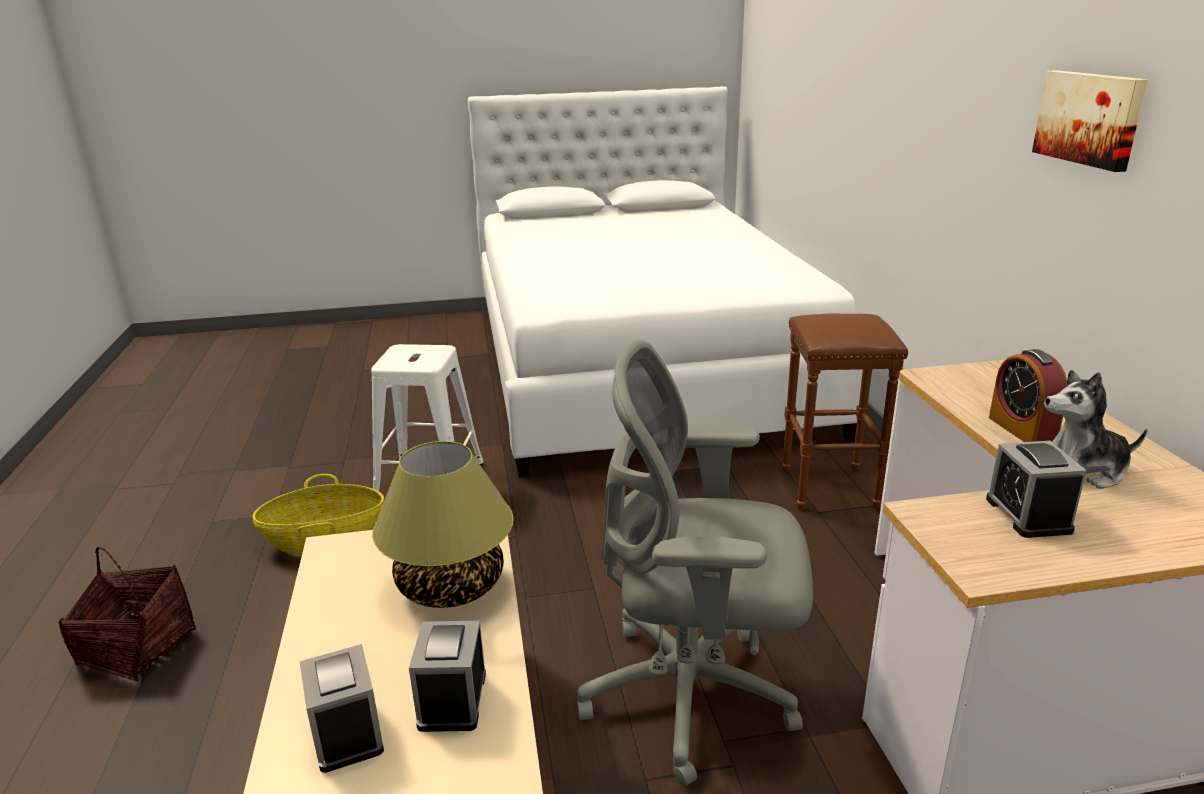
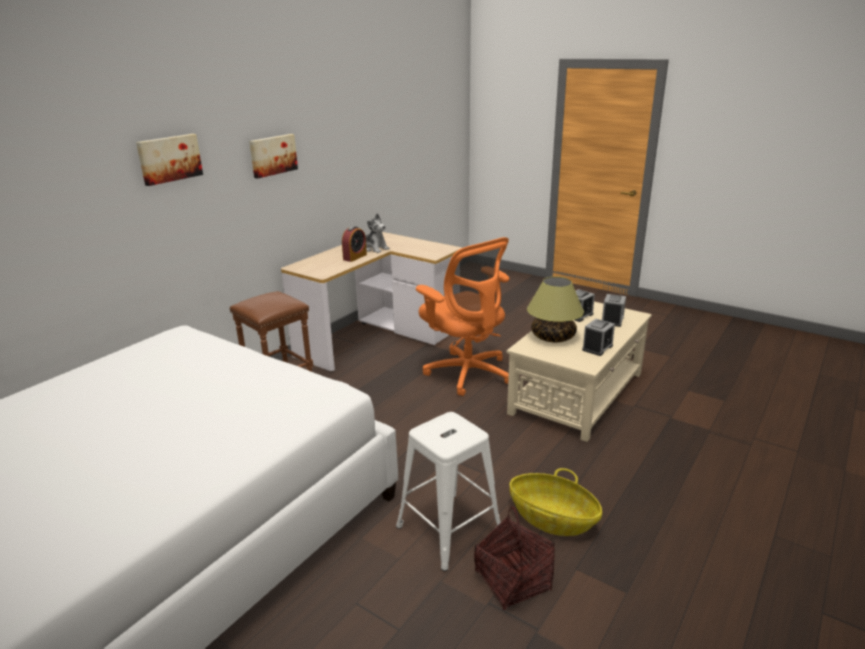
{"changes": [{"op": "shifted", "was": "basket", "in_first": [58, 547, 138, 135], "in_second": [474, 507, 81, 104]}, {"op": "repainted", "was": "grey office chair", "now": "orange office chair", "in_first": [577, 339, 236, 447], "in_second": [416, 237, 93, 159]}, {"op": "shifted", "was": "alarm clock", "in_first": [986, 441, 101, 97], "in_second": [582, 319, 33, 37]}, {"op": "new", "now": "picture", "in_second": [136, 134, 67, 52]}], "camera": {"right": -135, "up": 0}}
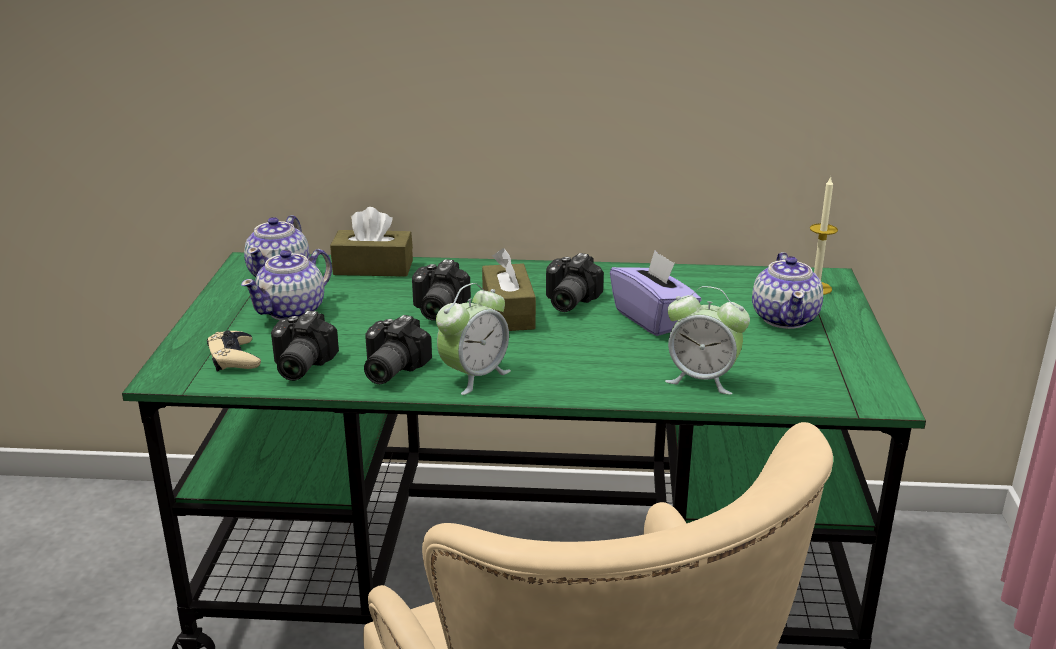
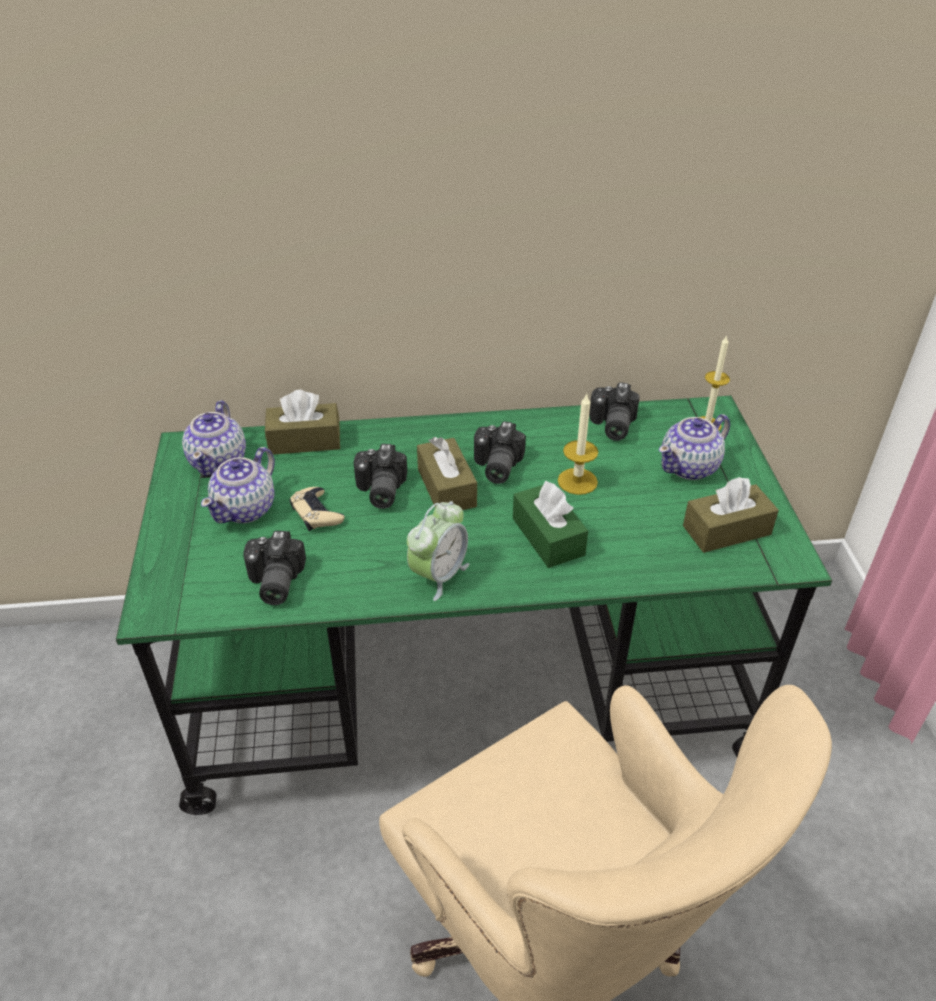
{"changes": [{"op": "shifted", "was": "beige game controller", "in_first": [207, 330, 54, 41], "in_second": [290, 487, 55, 44]}, {"op": "shifted", "was": "photo camera", "in_first": [364, 315, 68, 69], "in_second": [589, 382, 51, 59]}, {"op": "swapped", "was": "purple tissue box", "now": "candle", "in_first": [610, 250, 91, 86], "in_second": [558, 393, 40, 102]}, {"op": "gone", "was": "alarm clock", "in_first": [665, 286, 85, 109]}, {"op": "rotated", "was": "teapot", "in_first": [752, 252, 71, 77], "in_second": [659, 414, 71, 66], "clockwise": 60}, {"op": "new", "now": "green tissue box", "in_second": [513, 481, 75, 87]}, {"op": "new", "now": "brown tissue box", "in_second": [683, 477, 96, 76]}], "camera": {"right": -10, "up": 15}}
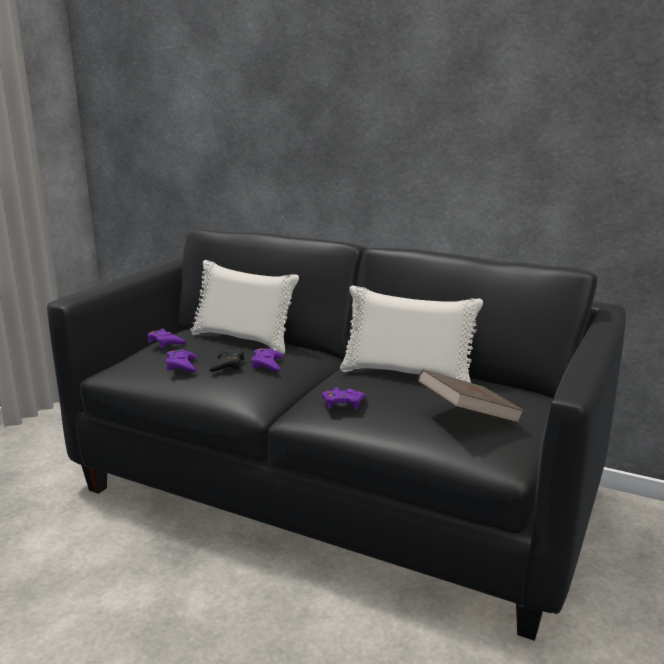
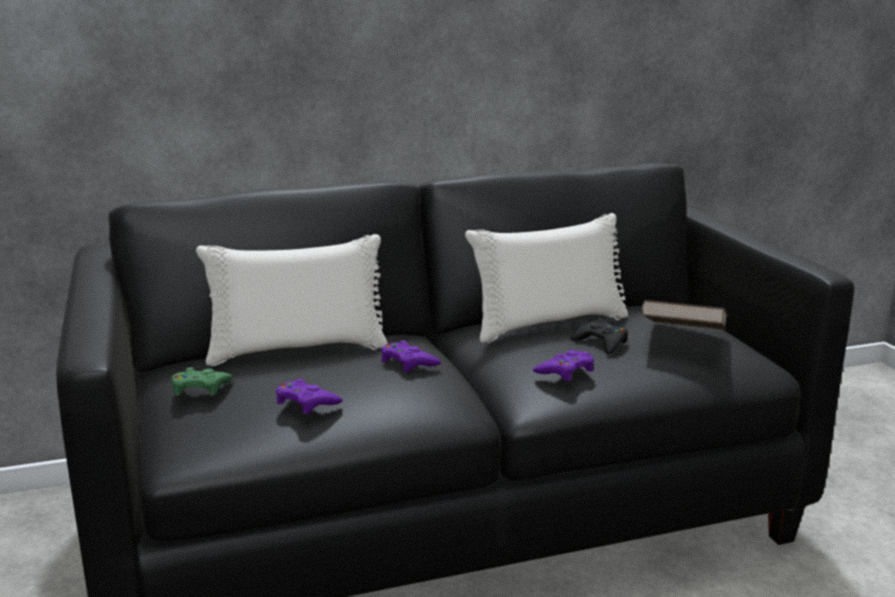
{"changes": [{"op": "repainted", "was": "purple game controller", "now": "green game controller", "in_first": [148, 329, 38, 19], "in_second": [172, 367, 61, 29]}, {"op": "shifted", "was": "black game controller", "in_first": [209, 348, 35, 24], "in_second": [571, 318, 57, 36]}], "camera": {"right": -45, "up": 0}}
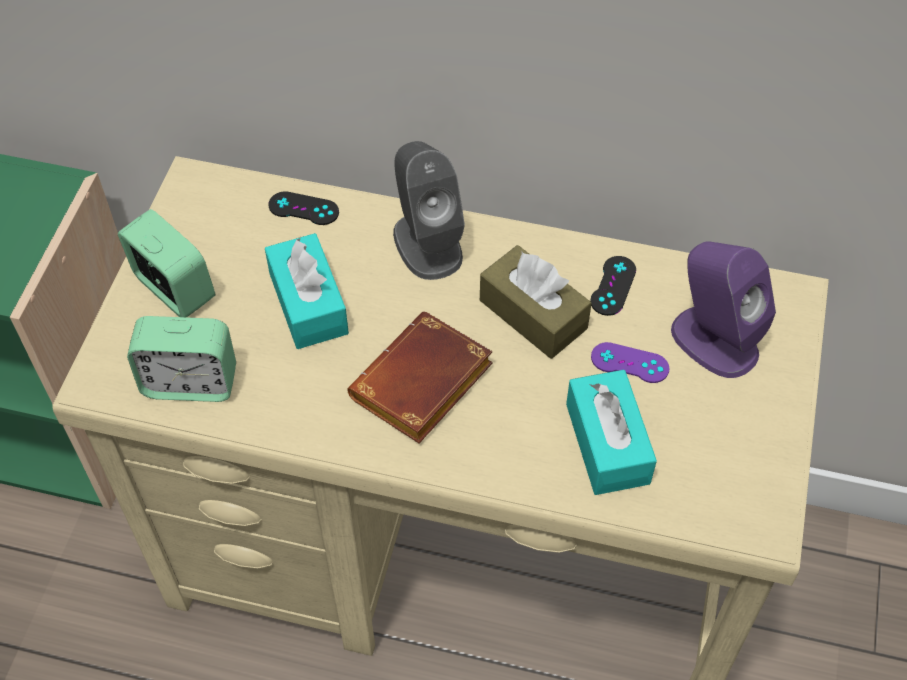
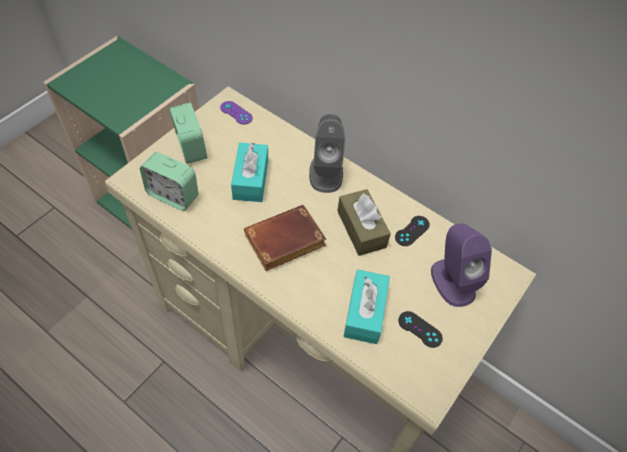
{"changes": [{"op": "shifted", "was": "black game controller", "in_first": [268, 191, 71, 34], "in_second": [398, 311, 45, 37]}, {"op": "shifted", "was": "purple game controller", "in_first": [591, 342, 78, 41], "in_second": [220, 101, 33, 24]}], "camera": {"right": 20, "up": 0}}
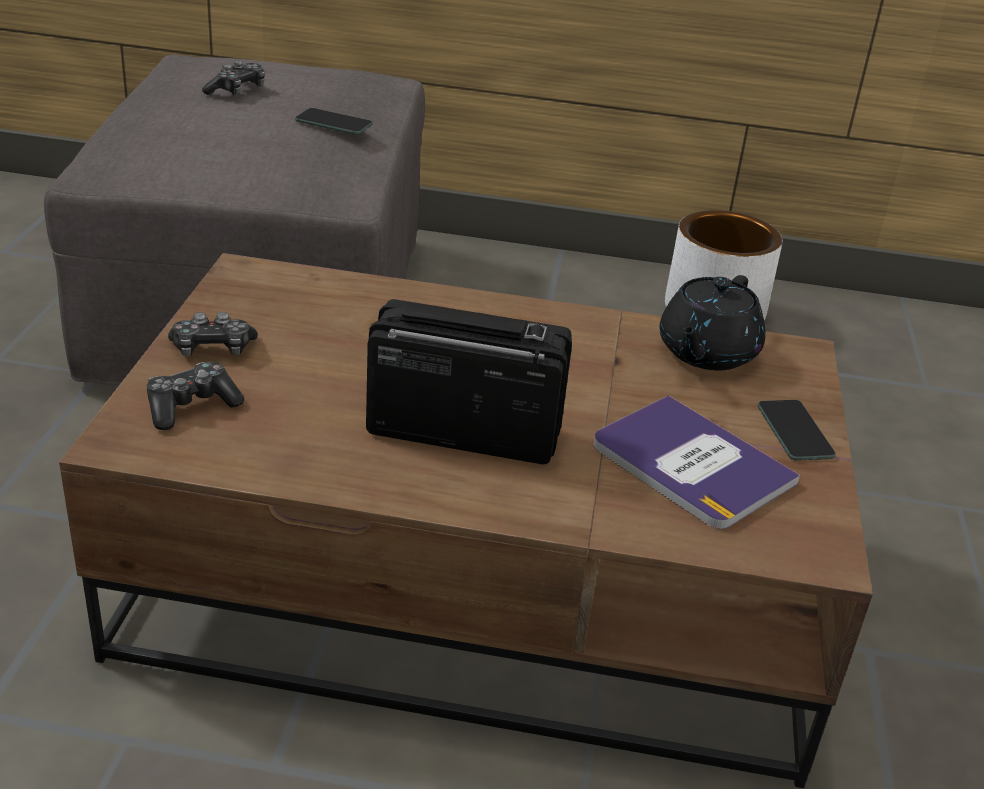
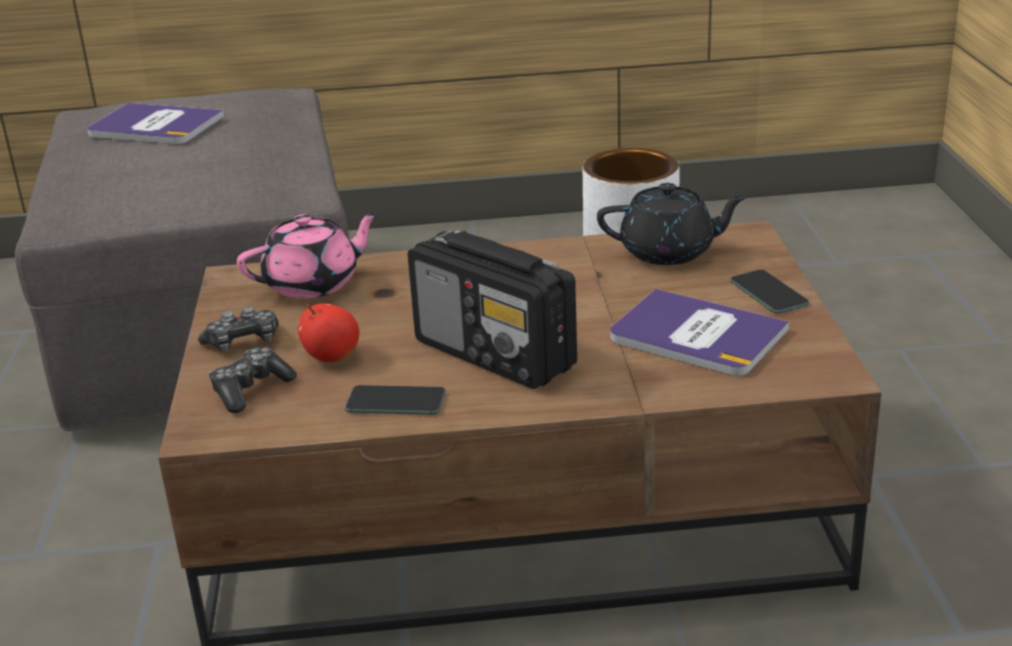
{"changes": [{"op": "swapped", "was": "game controller", "now": "book", "in_first": [202, 61, 63, 35], "in_second": [87, 103, 137, 41]}, {"op": "shifted", "was": "phone", "in_first": [295, 108, 78, 27], "in_second": [345, 385, 101, 30]}, {"op": "rotated", "was": "radio", "in_first": [366, 299, 206, 165], "in_second": [408, 230, 169, 159], "clockwise": -135}, {"op": "rotated", "was": "black teapot", "in_first": [659, 275, 106, 95], "in_second": [597, 183, 152, 82], "clockwise": -105}, {"op": "new", "now": "pink teapot", "in_second": [237, 212, 143, 87]}, {"op": "new", "now": "apple", "in_second": [298, 304, 61, 58]}], "camera": {"right": -10, "up": -5}}
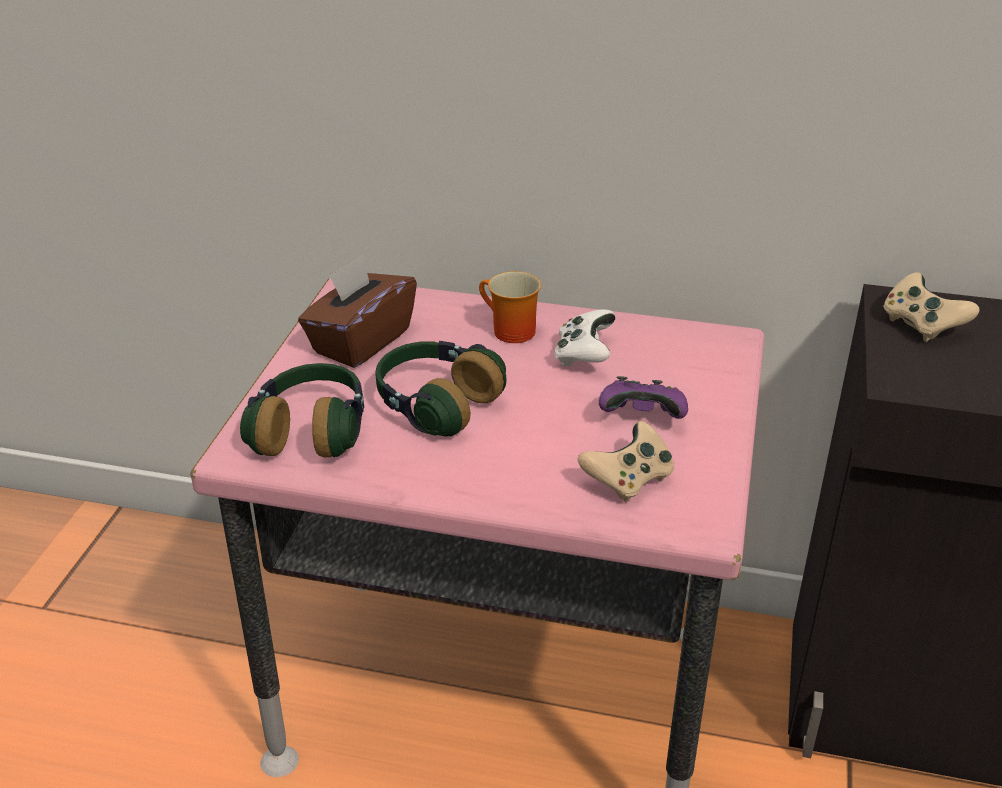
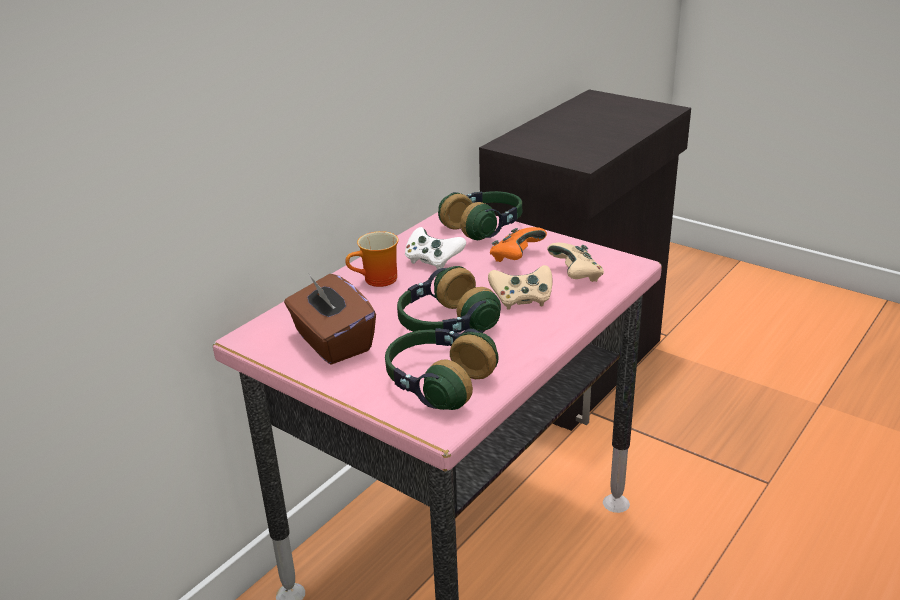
{"changes": [{"op": "repainted", "was": "purple game controller", "now": "orange game controller", "in_first": [599, 376, 89, 43], "in_second": [490, 227, 57, 35]}, {"op": "shifted", "was": "beige game controller", "in_first": [883, 272, 97, 70], "in_second": [488, 265, 64, 45]}, {"op": "new", "now": "headphones", "in_second": [438, 191, 84, 49]}], "camera": {"right": -65, "up": -5}}
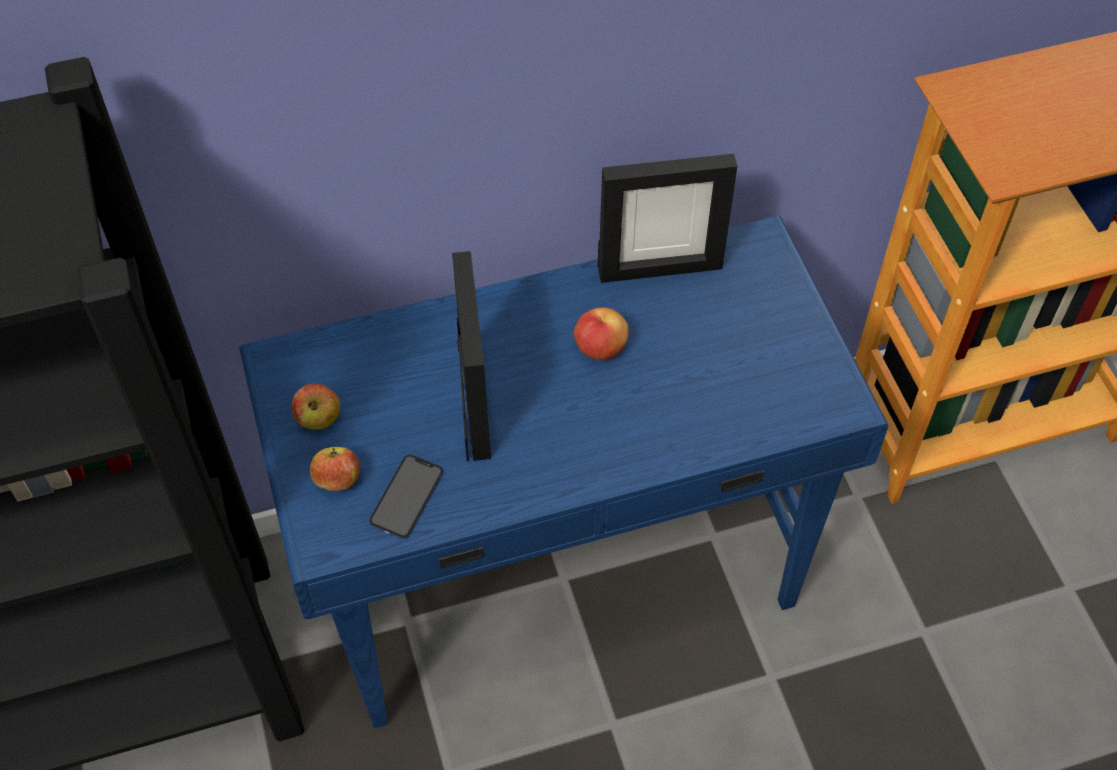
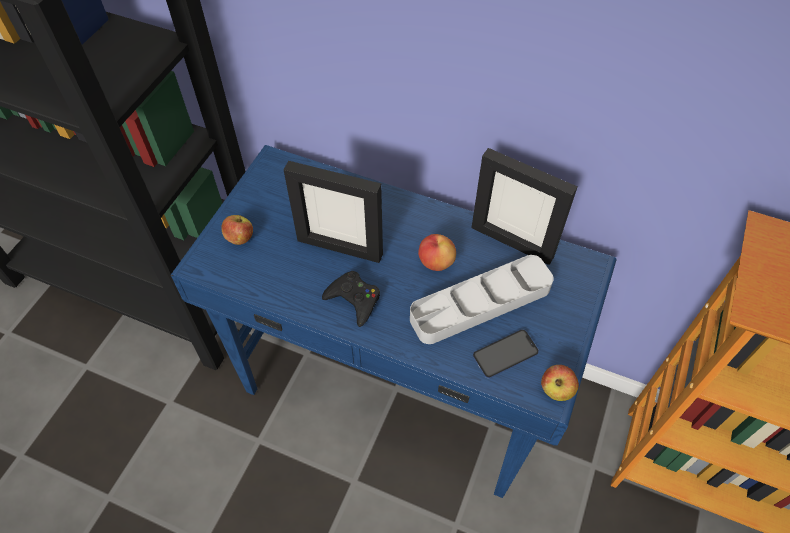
{"changes": [{"op": "shifted", "was": "apple", "in_first": [292, 383, 48, 47], "in_second": [541, 365, 38, 36]}, {"op": "shifted", "was": "phone", "in_first": [369, 454, 74, 85], "in_second": [473, 329, 66, 49]}, {"op": "rotated", "was": "picture frame", "in_first": [452, 251, 39, 211], "in_second": [284, 161, 99, 102], "clockwise": 75}, {"op": "new", "now": "black game controller", "in_second": [322, 271, 58, 56]}, {"op": "new", "now": "grey tray", "in_second": [410, 255, 144, 89]}], "camera": {"right": 40, "up": 0}}
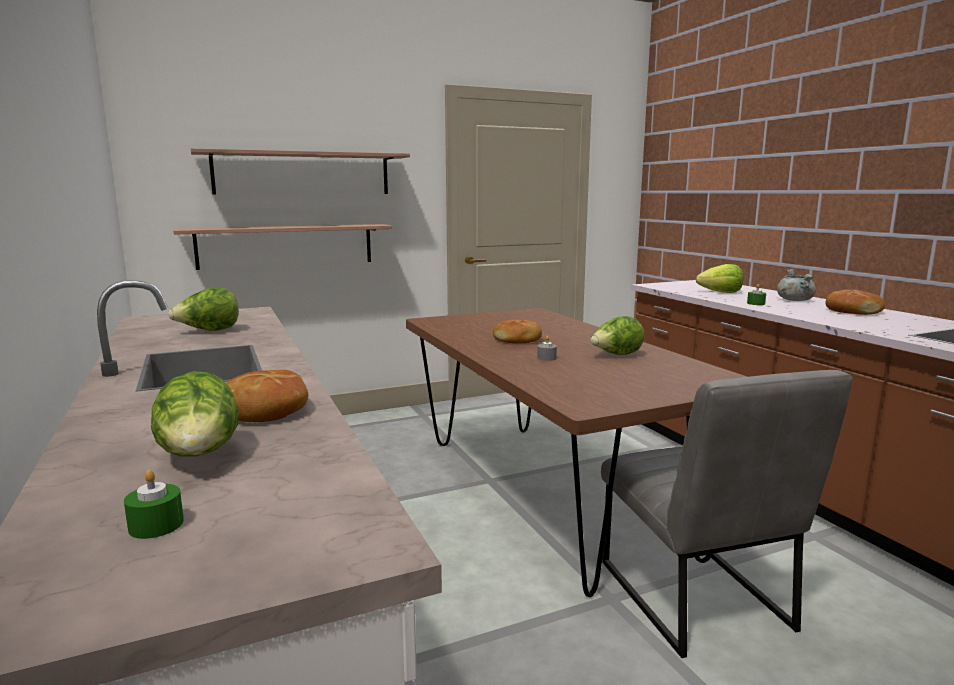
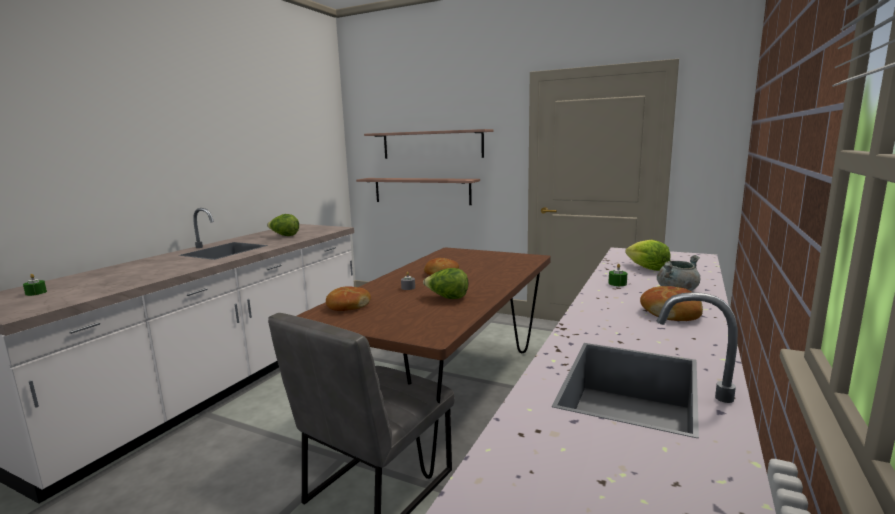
{"changes": [{"op": "gone", "was": "lettuce", "in_first": [151, 372, 88, 85]}, {"op": "shifted", "was": "bread", "in_first": [226, 369, 82, 53], "in_second": [326, 286, 45, 25]}], "camera": {"right": 50, "up": 0}}
